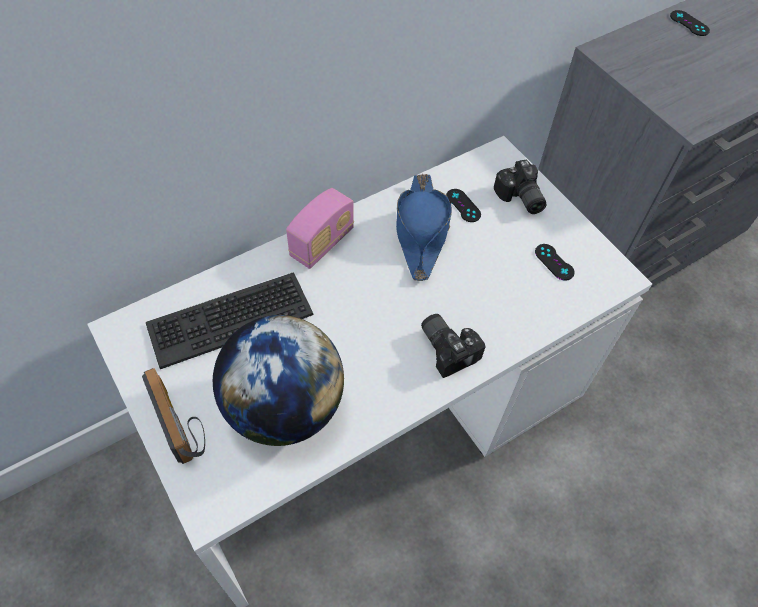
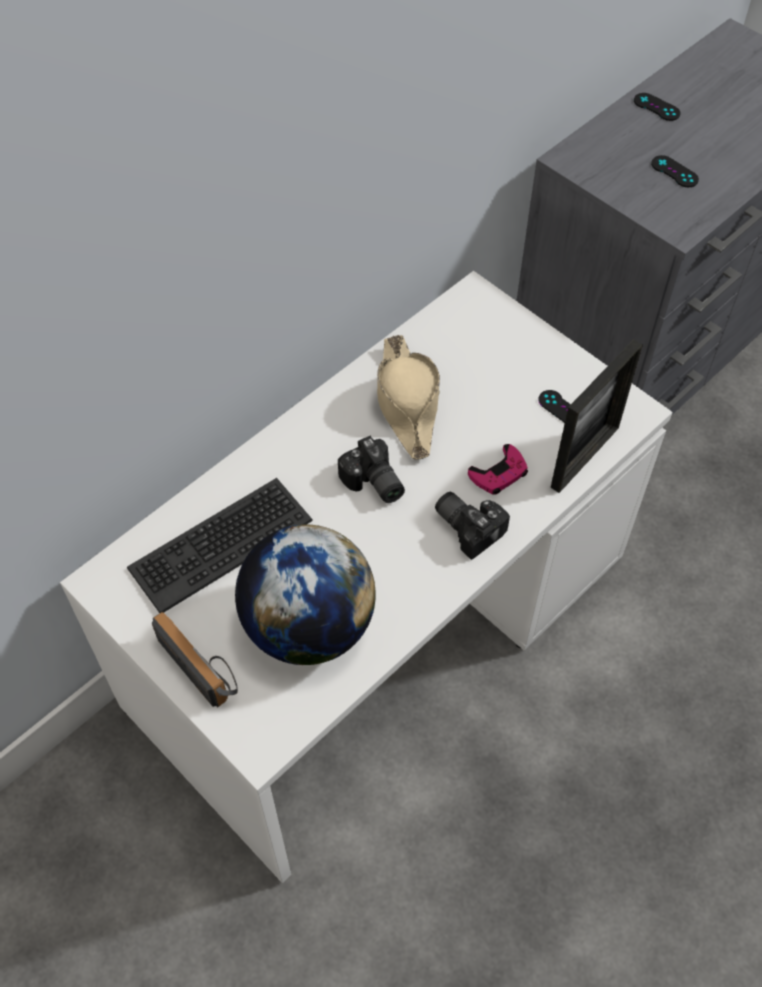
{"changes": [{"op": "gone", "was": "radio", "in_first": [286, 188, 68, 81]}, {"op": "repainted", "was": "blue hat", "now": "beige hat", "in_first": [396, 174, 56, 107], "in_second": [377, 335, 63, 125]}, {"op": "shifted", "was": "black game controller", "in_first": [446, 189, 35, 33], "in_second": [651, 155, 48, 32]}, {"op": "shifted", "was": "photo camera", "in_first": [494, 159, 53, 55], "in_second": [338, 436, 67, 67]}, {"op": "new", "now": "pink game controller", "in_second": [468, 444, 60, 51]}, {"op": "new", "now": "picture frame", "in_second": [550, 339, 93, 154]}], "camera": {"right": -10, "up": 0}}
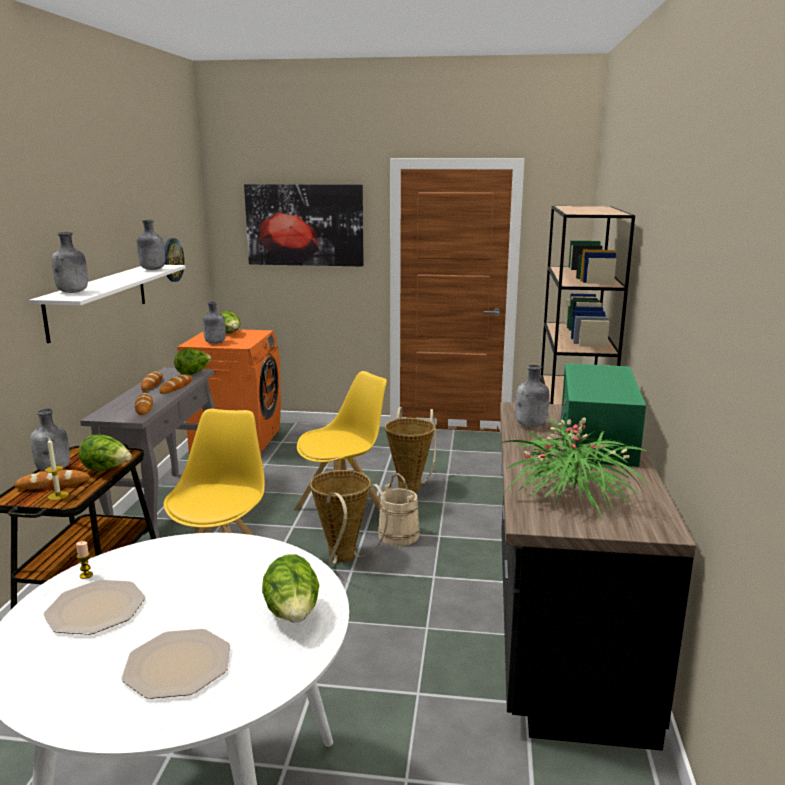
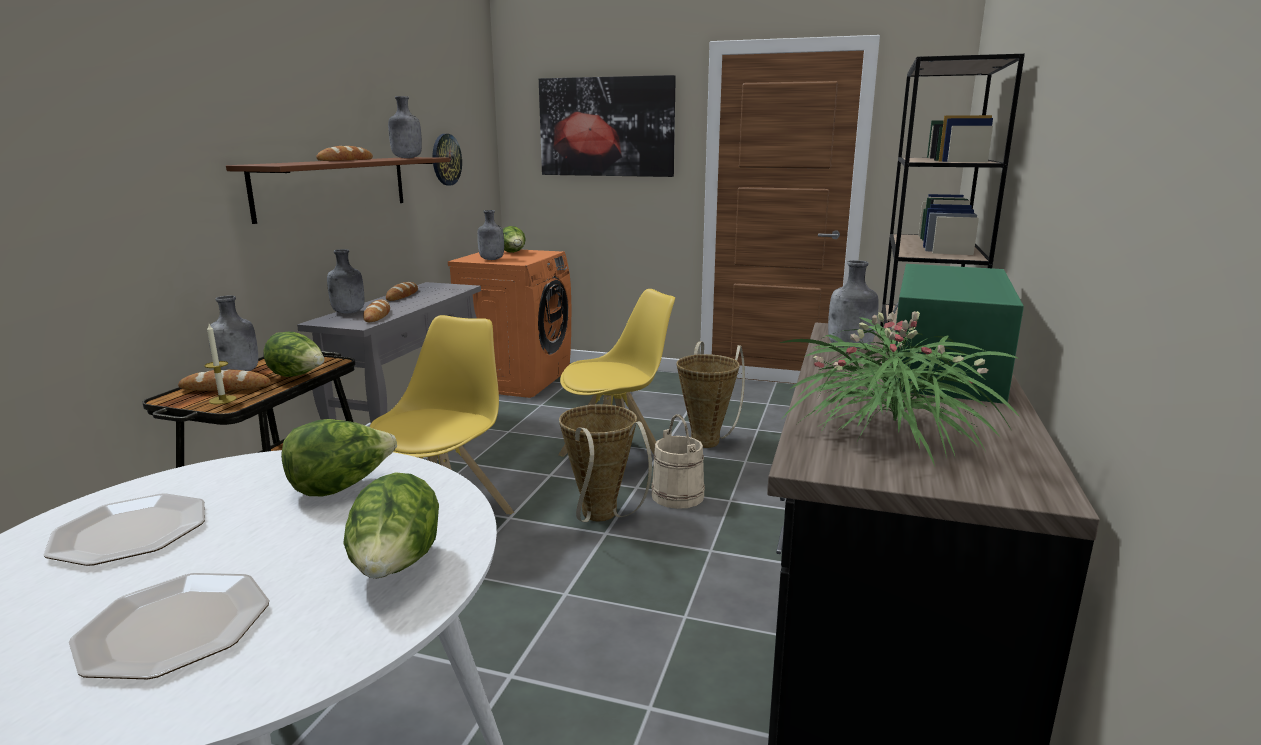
{"changes": [{"op": "repainted", "was": "white shelf", "now": "brown shelf", "in_first": [29, 265, 156, 78], "in_second": [226, 157, 224, 67]}, {"op": "shifted", "was": "grey bottle", "in_first": [52, 232, 36, 61], "in_second": [327, 249, 37, 65]}, {"op": "gone", "was": "candle", "in_first": [76, 541, 17, 38]}, {"op": "shifted", "was": "bread", "in_first": [159, 374, 33, 20], "in_second": [316, 146, 57, 15]}, {"op": "shifted", "was": "lettuce", "in_first": [174, 349, 38, 26], "in_second": [281, 419, 116, 77]}], "camera": {"right": 10, "up": 0}}
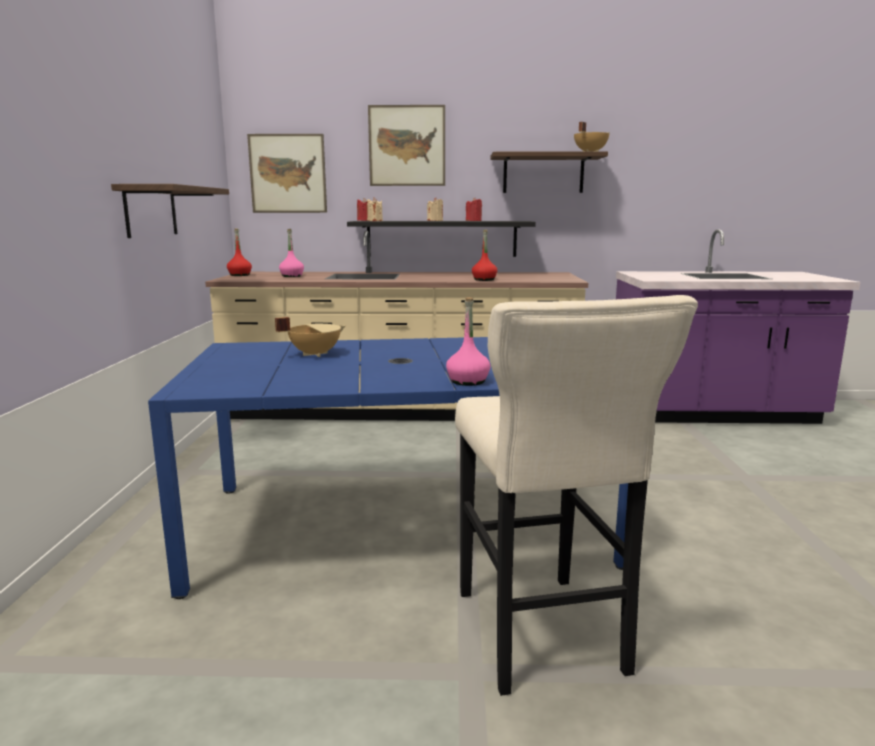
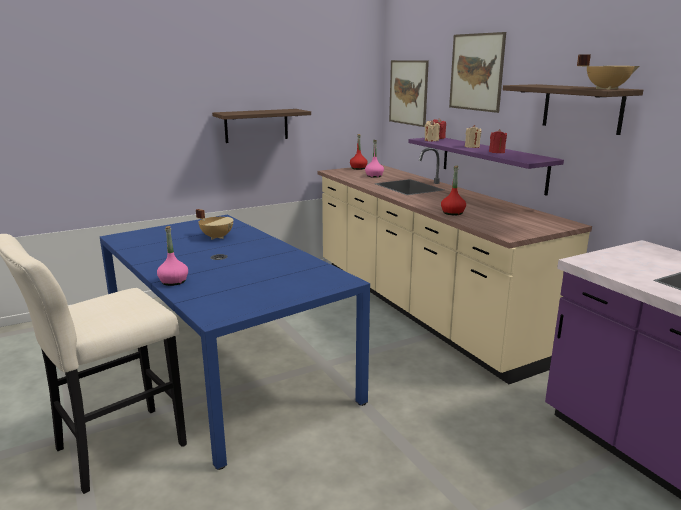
{"changes": [{"op": "repainted", "was": "black shelf", "now": "purple shelf", "in_first": [347, 221, 189, 36], "in_second": [408, 138, 156, 58]}], "camera": {"right": 60, "up": 5}}
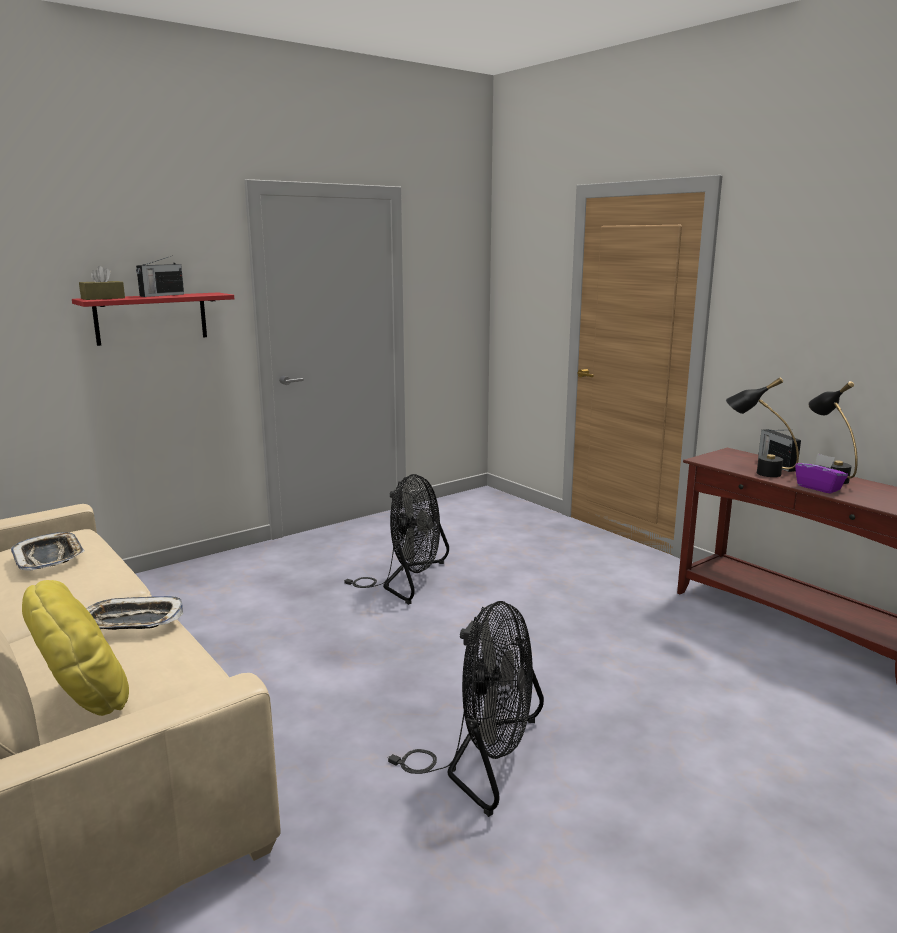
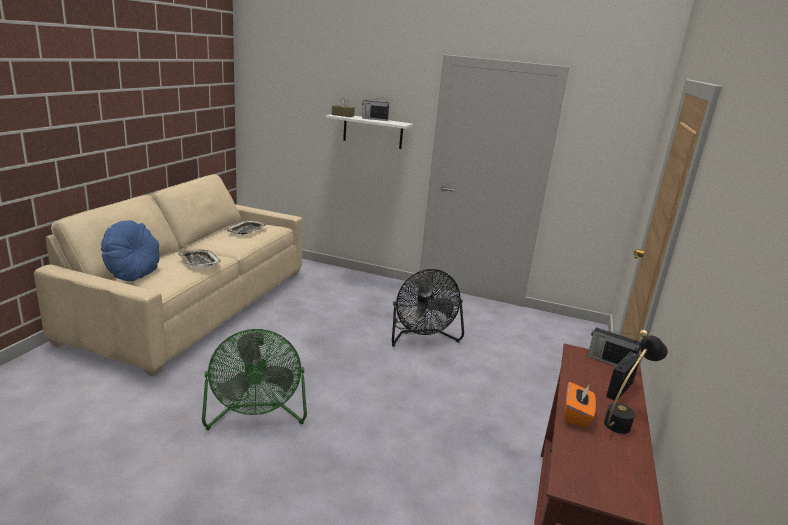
{"changes": [{"op": "repainted", "was": "yellow pillow", "now": "blue pillow", "in_first": [22, 580, 107, 136], "in_second": [101, 220, 59, 61]}, {"op": "repainted", "was": "red shelf", "now": "white shelf", "in_first": [72, 292, 162, 54], "in_second": [326, 114, 87, 35]}, {"op": "repainted", "was": "black fan", "now": "green fan", "in_first": [387, 601, 157, 216], "in_second": [202, 329, 105, 101]}, {"op": "gone", "was": "black table lamp", "in_first": [726, 377, 73, 100]}, {"op": "repainted", "was": "purple tissue box", "now": "orange tissue box", "in_first": [795, 453, 53, 41], "in_second": [564, 382, 32, 46]}, {"op": "new", "now": "radio", "in_second": [588, 327, 52, 39]}], "camera": {"right": 55, "up": 5}}
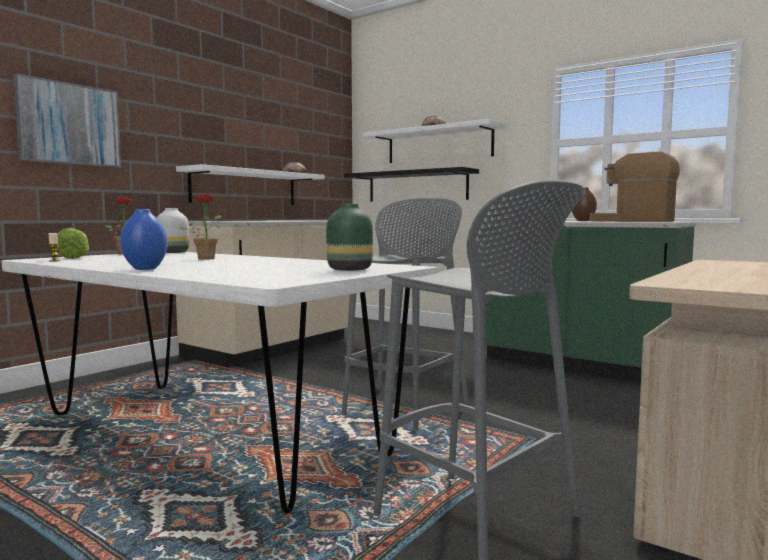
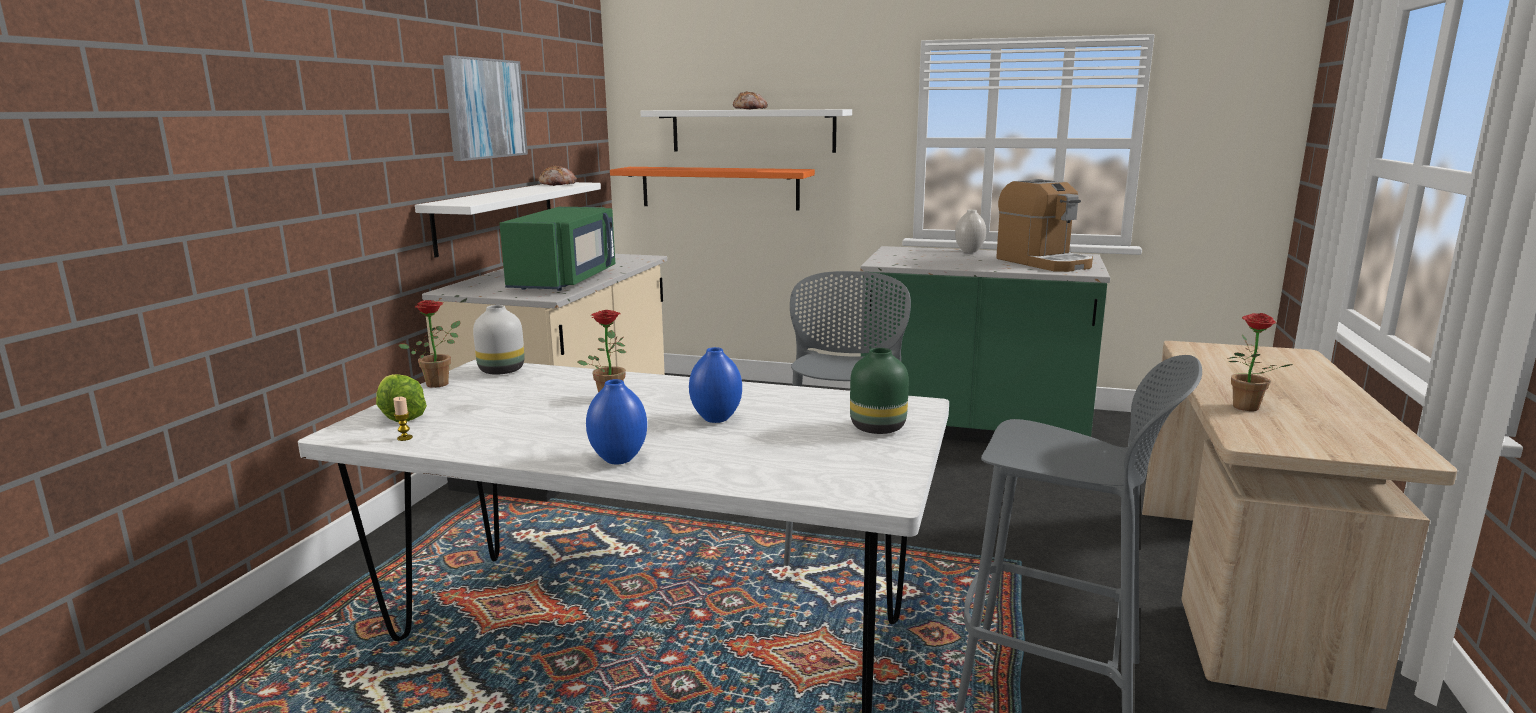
{"changes": [{"op": "shifted", "was": "picture", "in_first": [13, 73, 108, 94], "in_second": [443, 55, 85, 106]}, {"op": "repainted", "was": "black shelf", "now": "orange shelf", "in_first": [344, 167, 135, 35], "in_second": [610, 167, 205, 43]}, {"op": "repainted", "was": "brown vase", "now": "white vase", "in_first": [572, 187, 25, 34], "in_second": [955, 209, 31, 44]}, {"op": "rotated", "was": "coffee machine", "in_first": [590, 151, 90, 71], "in_second": [996, 179, 97, 93], "clockwise": -135}, {"op": "new", "now": "green microwave", "in_second": [499, 207, 116, 84]}, {"op": "new", "now": "blue vase", "in_second": [689, 347, 53, 76]}, {"op": "new", "now": "potted plant", "in_second": [1227, 313, 66, 98]}], "camera": {"right": -20, "up": 10}}
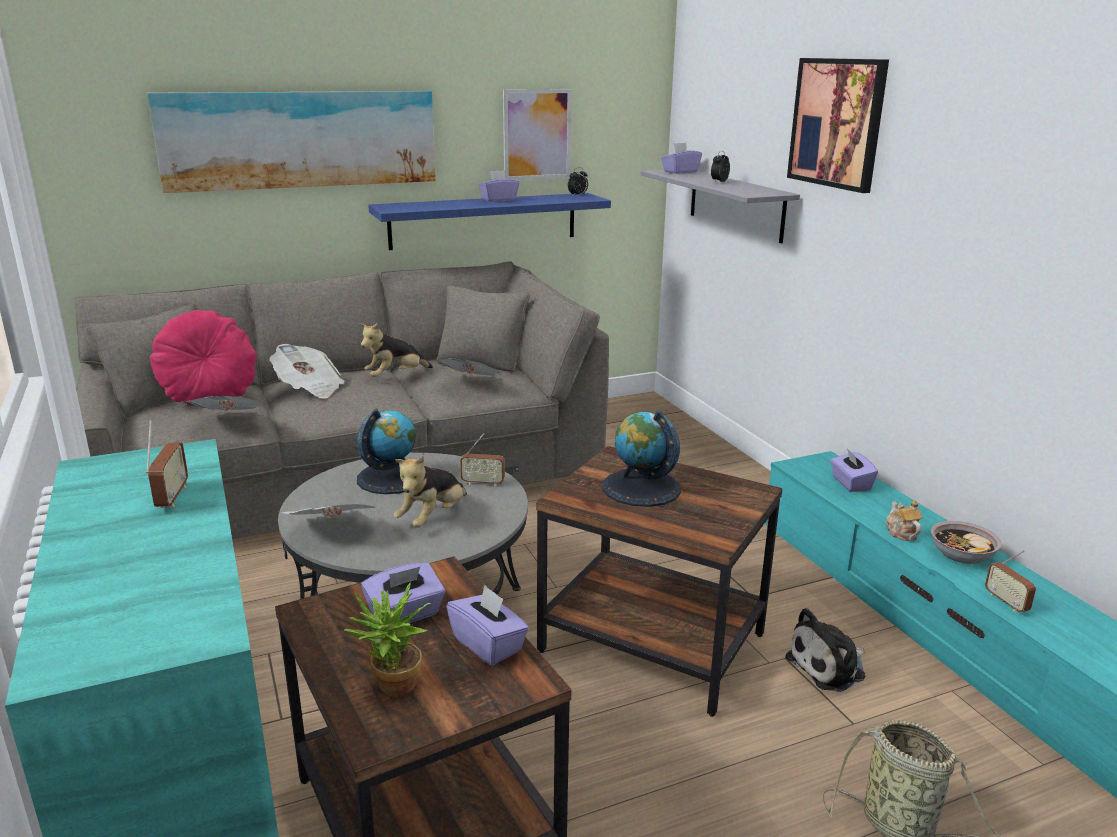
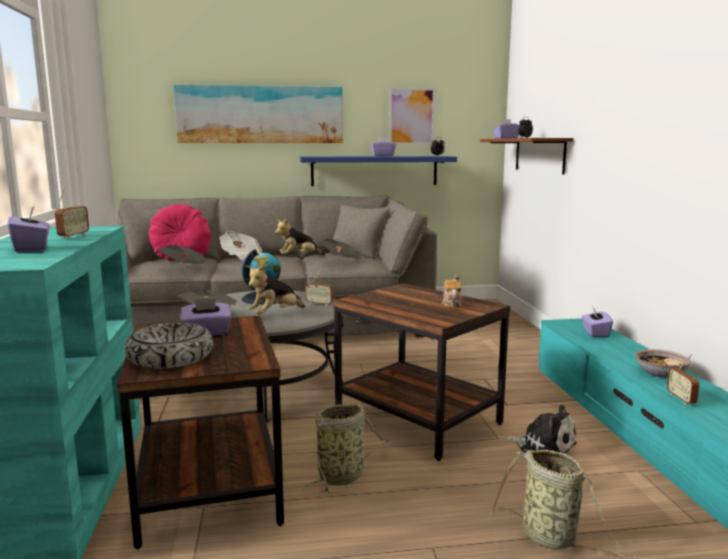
{"changes": [{"op": "swapped", "was": "potted plant", "now": "bowl", "in_first": [344, 582, 87, 114], "in_second": [125, 322, 88, 47]}, {"op": "shifted", "was": "purple tissue box", "in_first": [446, 585, 83, 80], "in_second": [7, 205, 43, 47]}, {"op": "gone", "was": "globe", "in_first": [602, 410, 79, 97]}, {"op": "repainted", "was": "grey shelf", "now": "brown shelf", "in_first": [641, 170, 159, 73], "in_second": [480, 138, 93, 37]}, {"op": "rotated", "was": "plush toy", "in_first": [785, 608, 81, 84], "in_second": [505, 405, 72, 49], "clockwise": -135}, {"op": "gone", "was": "picture", "in_first": [787, 58, 102, 135]}, {"op": "shifted", "was": "teapot", "in_first": [886, 500, 37, 41], "in_second": [442, 274, 20, 33]}, {"op": "new", "now": "basket", "in_second": [302, 404, 87, 89]}], "camera": {"right": 15, "up": -10}}
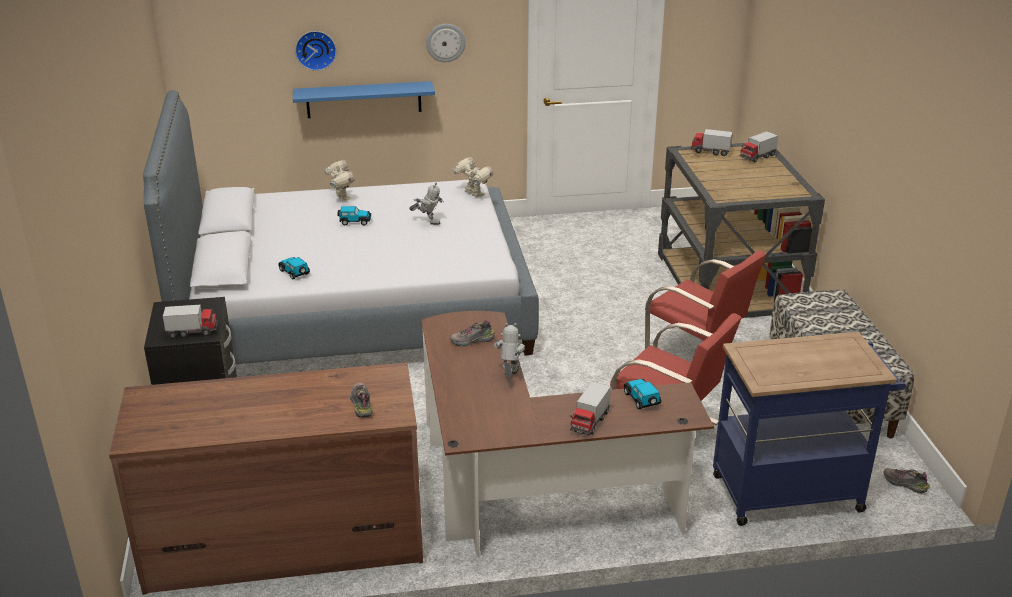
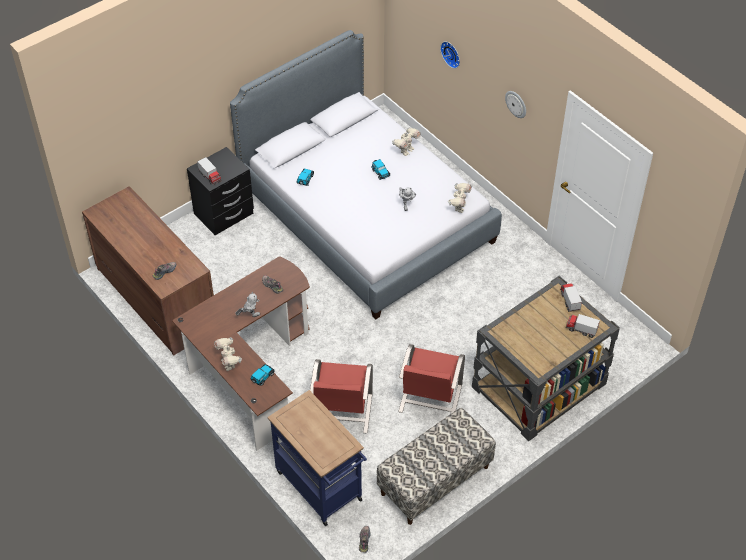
{"changes": [{"op": "gone", "was": "blue shelf", "in_first": [293, 81, 142, 37]}, {"op": "swapped", "was": "toy truck", "now": "toy robot", "in_first": [570, 381, 41, 55], "in_second": [214, 337, 28, 34]}], "camera": {"right": 60, "up": 20}}
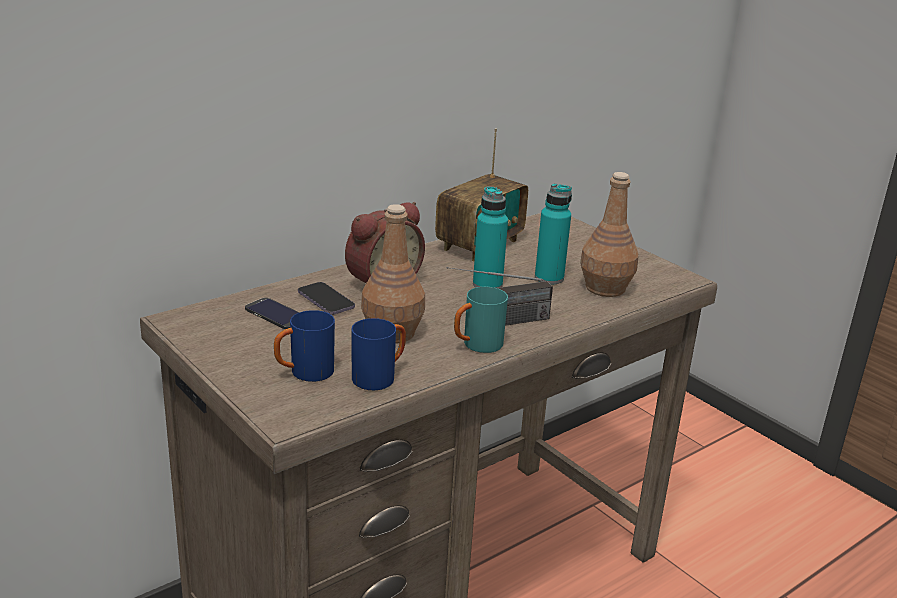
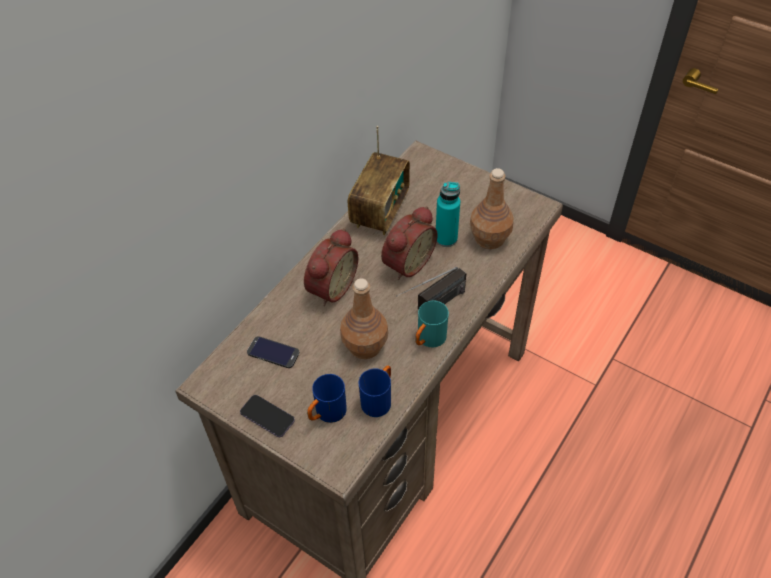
{"changes": [{"op": "shifted", "was": "phone", "in_first": [298, 282, 57, 33], "in_second": [240, 395, 55, 42]}, {"op": "swapped", "was": "turquoise bottle", "now": "alarm clock", "in_first": [473, 186, 35, 102], "in_second": [381, 206, 57, 74]}], "camera": {"right": -15, "up": 25}}
